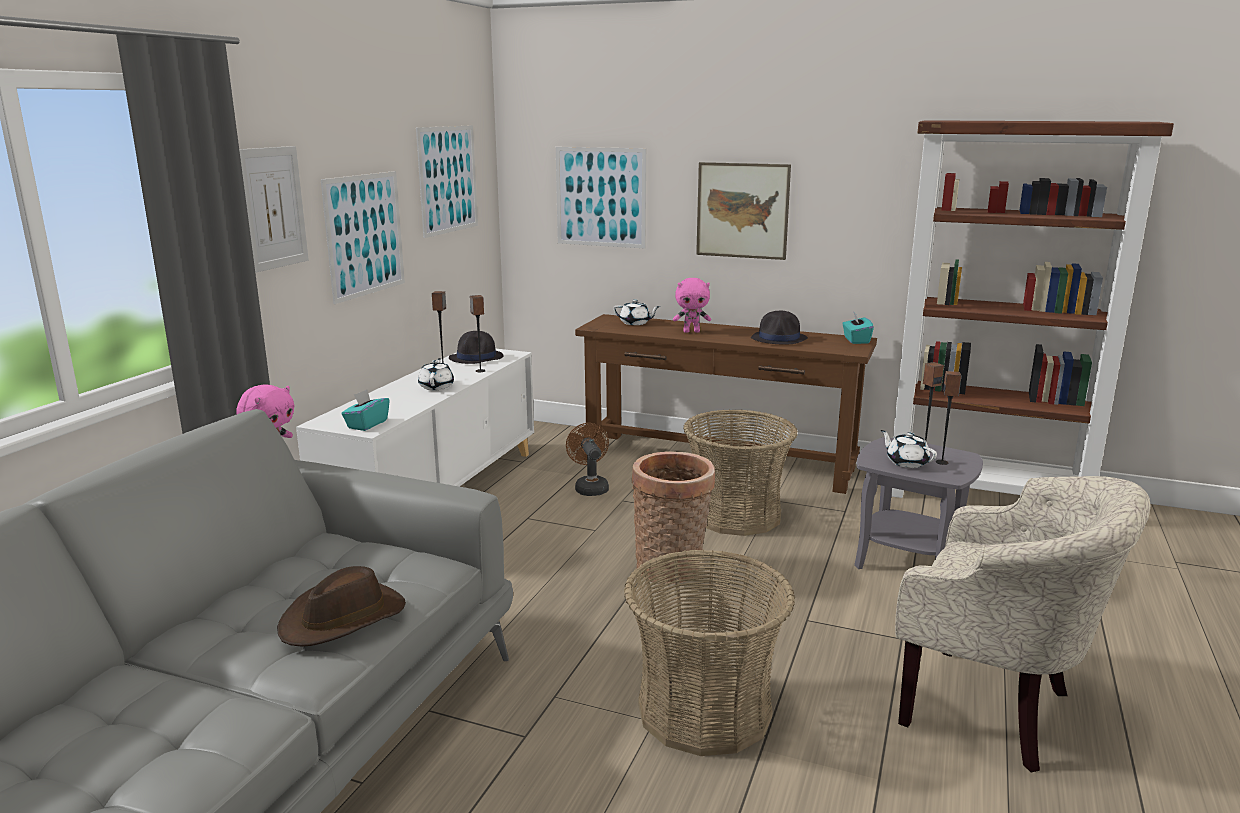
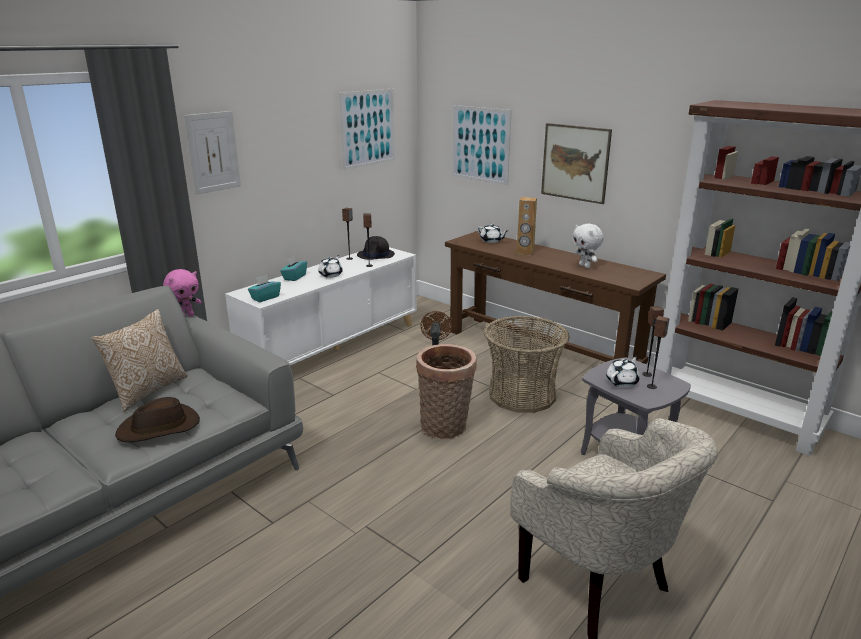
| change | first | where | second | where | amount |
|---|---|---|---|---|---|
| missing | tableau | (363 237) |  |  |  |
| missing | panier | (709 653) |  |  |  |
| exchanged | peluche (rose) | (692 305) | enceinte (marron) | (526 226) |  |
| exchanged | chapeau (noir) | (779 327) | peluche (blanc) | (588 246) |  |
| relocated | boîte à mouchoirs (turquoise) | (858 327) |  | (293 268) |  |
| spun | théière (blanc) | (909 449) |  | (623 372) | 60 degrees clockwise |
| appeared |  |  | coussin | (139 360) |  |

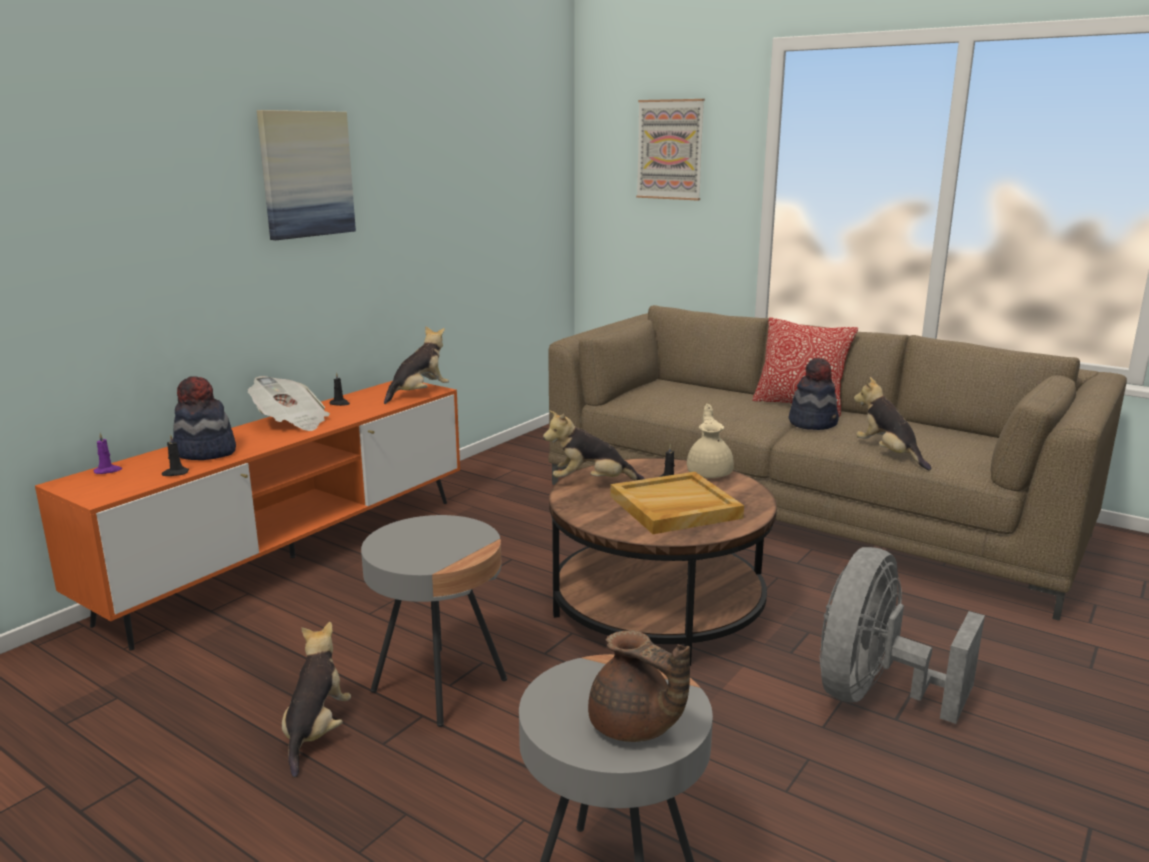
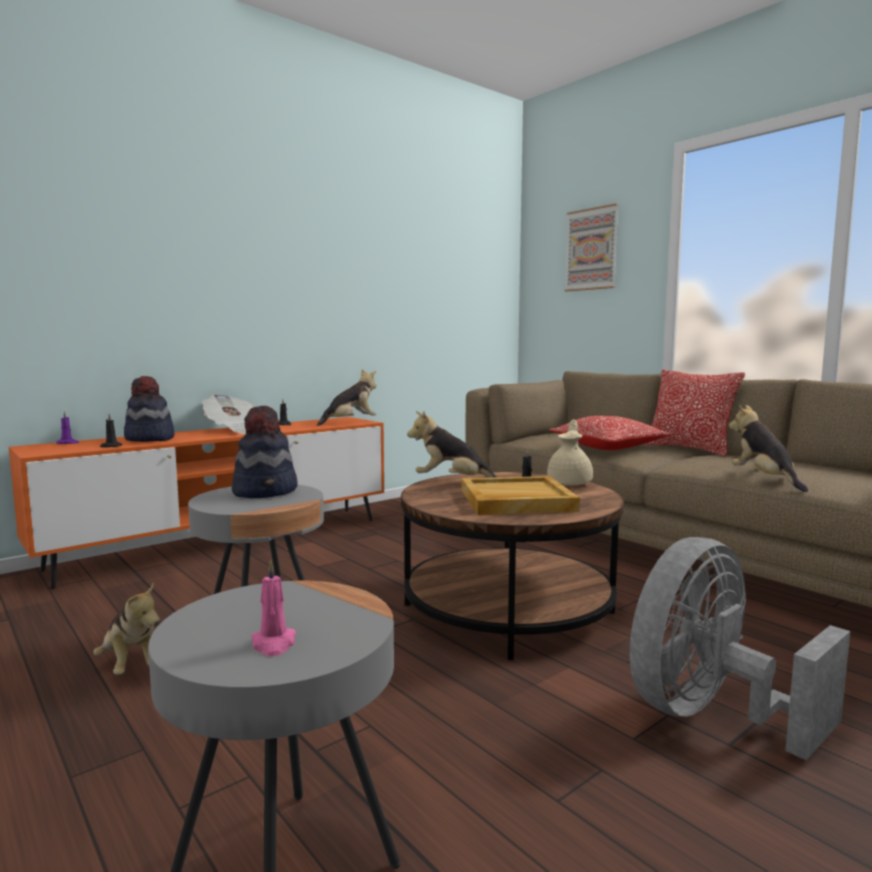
| change | first | where | second | where | amount |
|---|---|---|---|---|---|
| missing | tableau | (306 175) |  |  |  |
| spun | peluche | (316 700) |  | (126 628) | 120 degrees clockwise |
| exchanged | théière (marron) | (639 686) | bougie (rose) | (274 608) |  |
| relocated | chapeau | (814 394) |  | (265 451) |  |
| appeared |  |  | coussin | (611 433) |  |

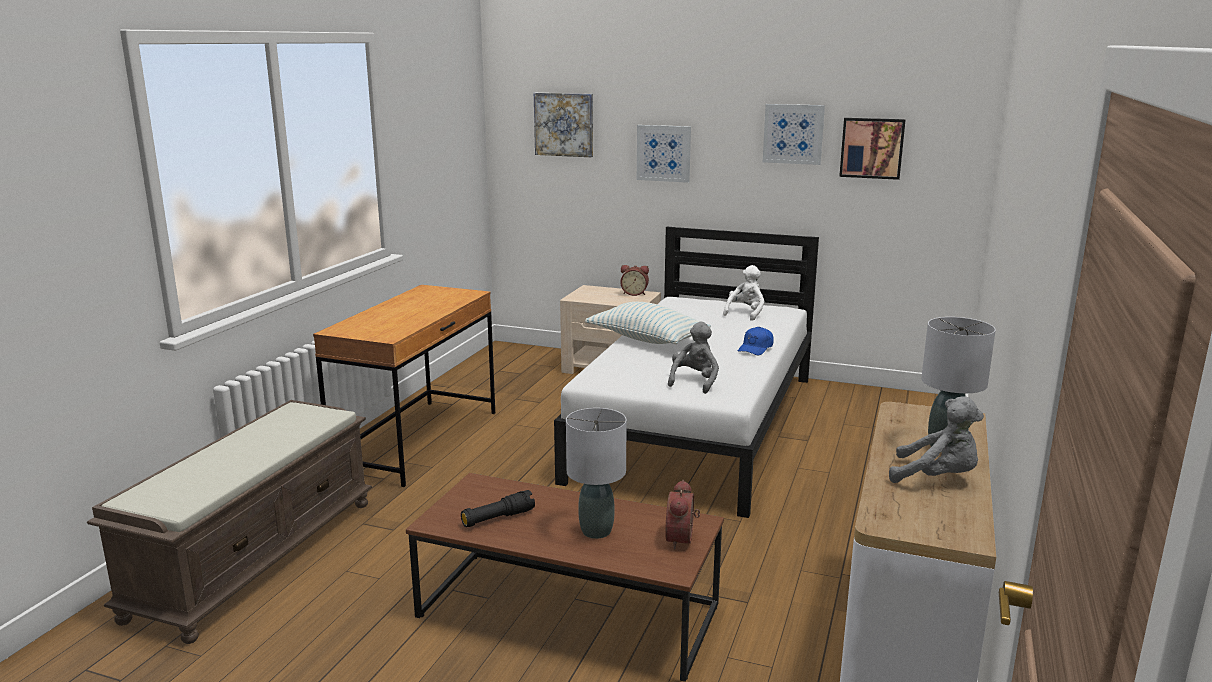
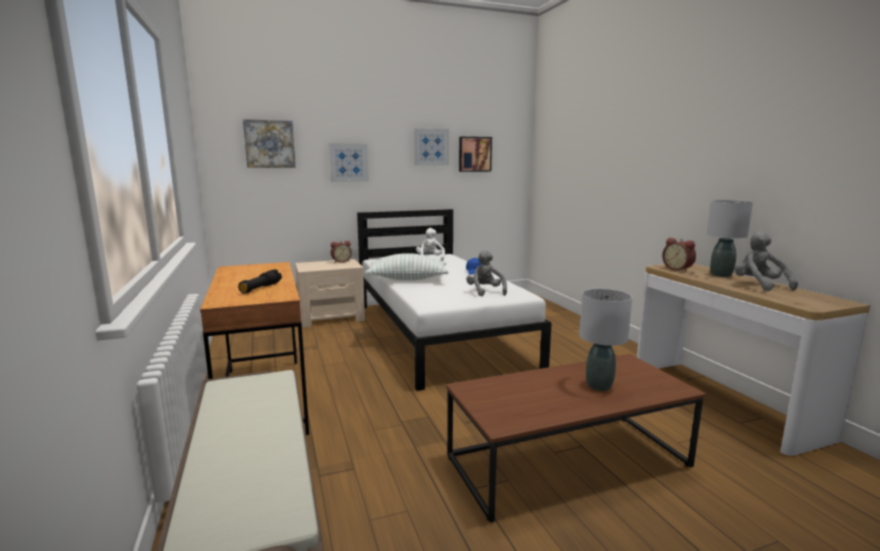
| change | first | where | second | where | amount |
|---|---|---|---|---|---|
| relocated | lampe de poche (noir) | (498 508) |  | (260 281) |  |
| relocated | réveil | (682 515) |  | (679 254) |  |
| spun | peluche (gris) | (936 439) |  | (766 261) | 90 degrees counterclockwise |

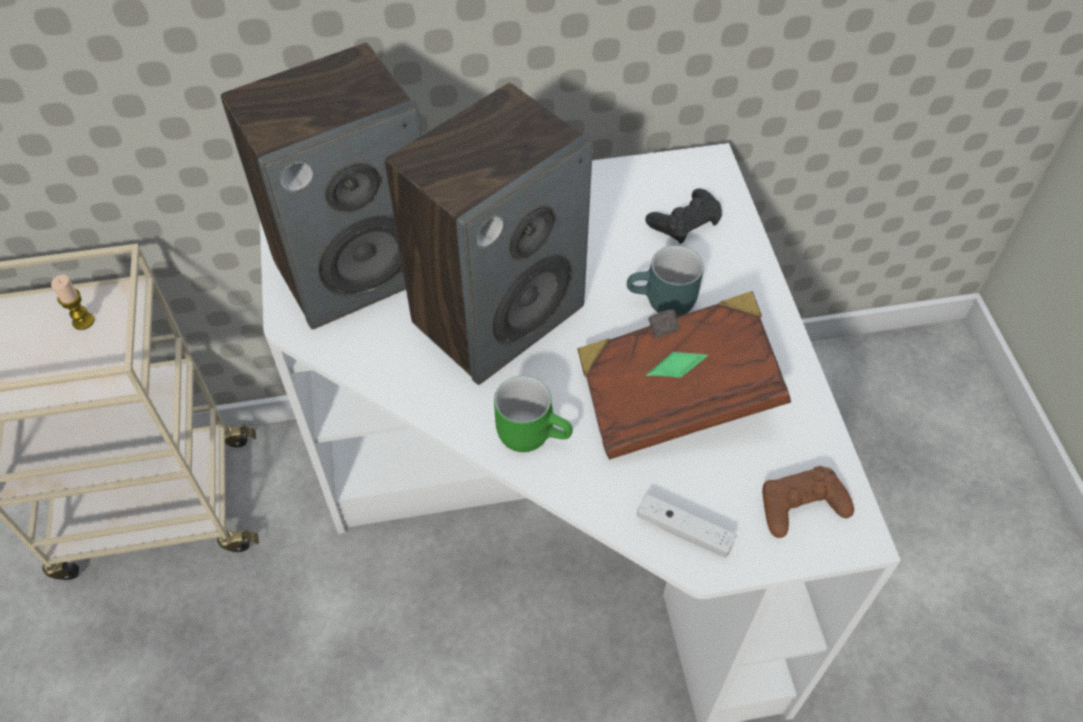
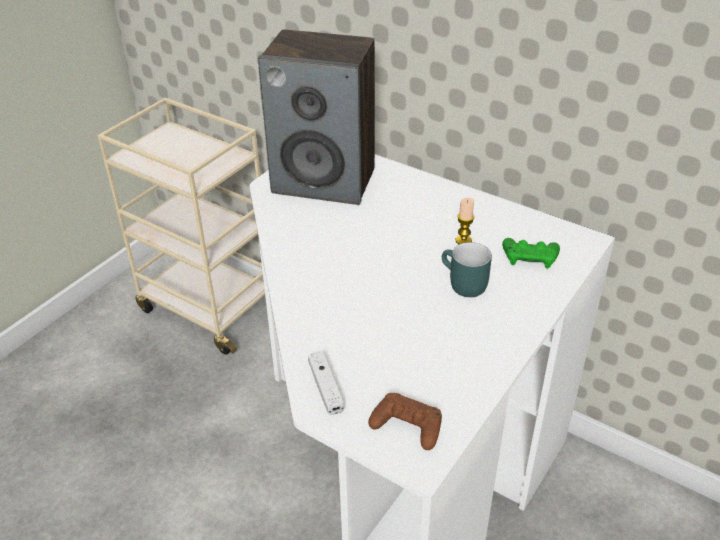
| change | first | where | second | where | amount |
|---|---|---|---|---|---|
| relocated | bougie | (72 302) |  | (465 221) |  |
| missing | enceinte | (489 234) |  |  |  |
| missing | mug (vert) | (533 414) |  |  |  |
| missing | livre (marron) | (684 375) |  |  |  |
| colour | manette (noir) | (683 216) | manette (vert) | (531 253) |  |

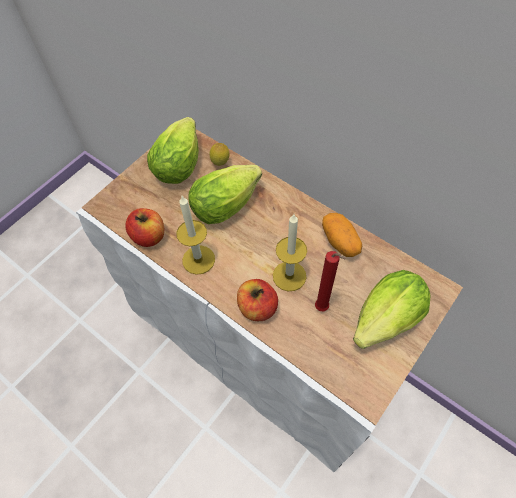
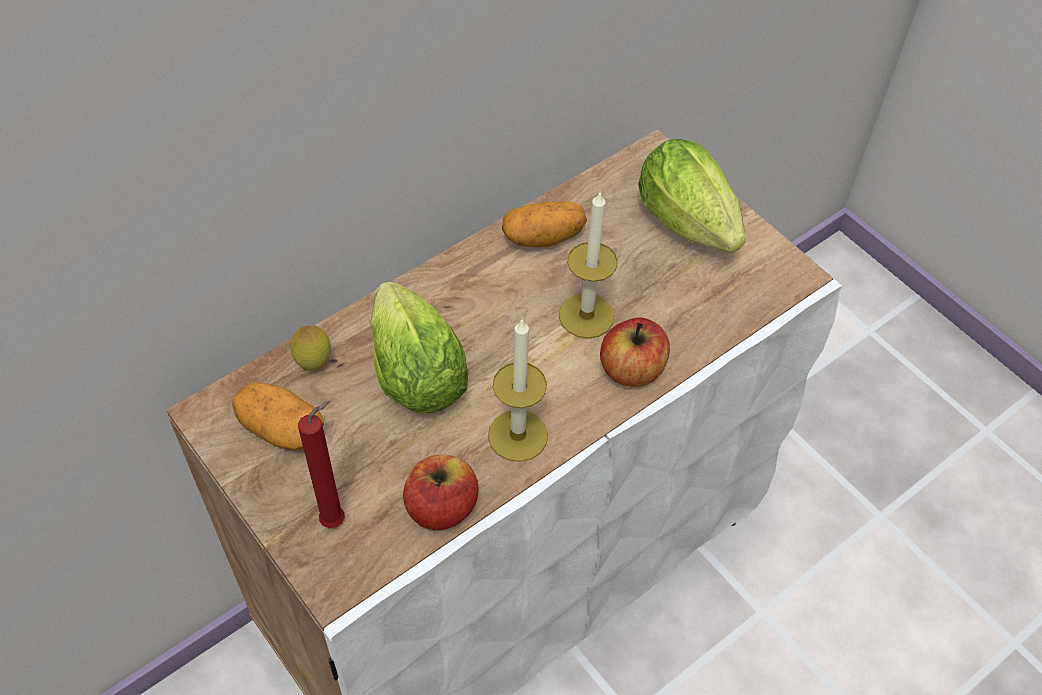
| change | first | where | second | where | amount |
|---|---|---|---|---|---|
| exchanged | laitue | (173 150) | pomme de terre | (278 416) |  |
| relocated | bougie (rouge) | (330 281) |  | (321 464) |  |

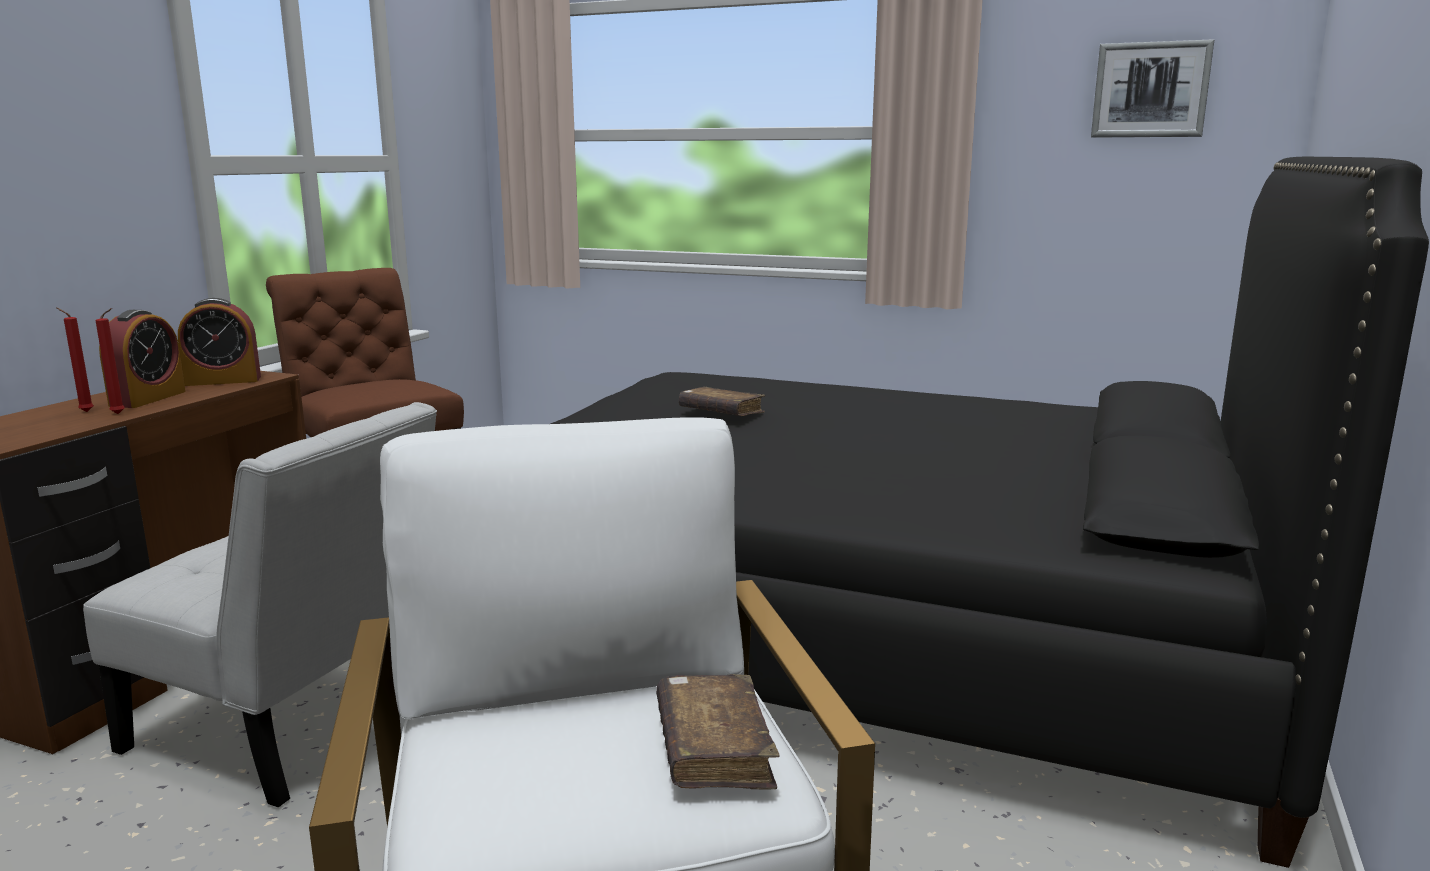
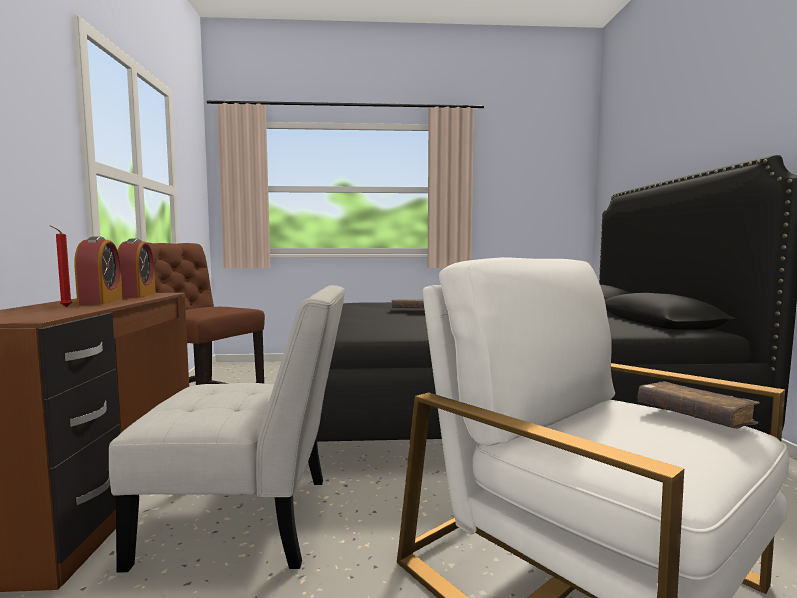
| change | first | where | second | where | amount |
|---|---|---|---|---|---|
| missing | bougie (rouge) | (110 361) |  |  |  |
| spun | réveil | (219 342) |  | (137 268) | 60 degrees counterclockwise |
| missing | tableau | (1152 88) |  |  |  |

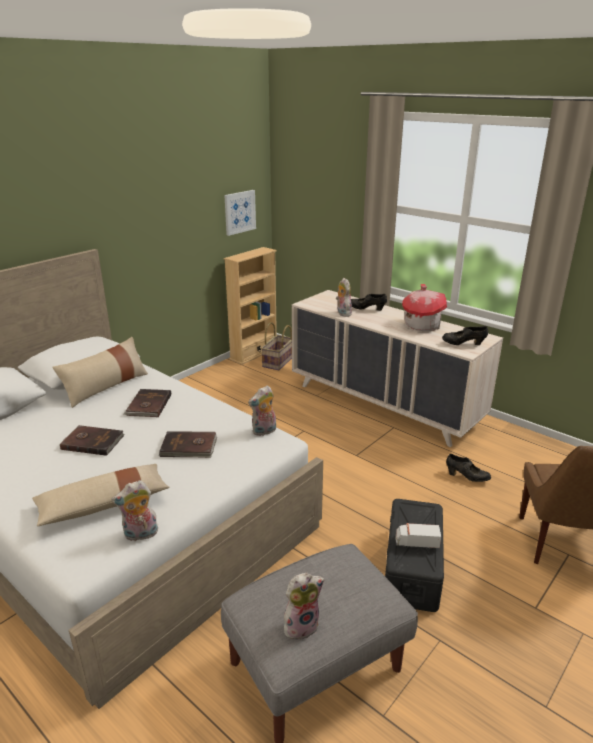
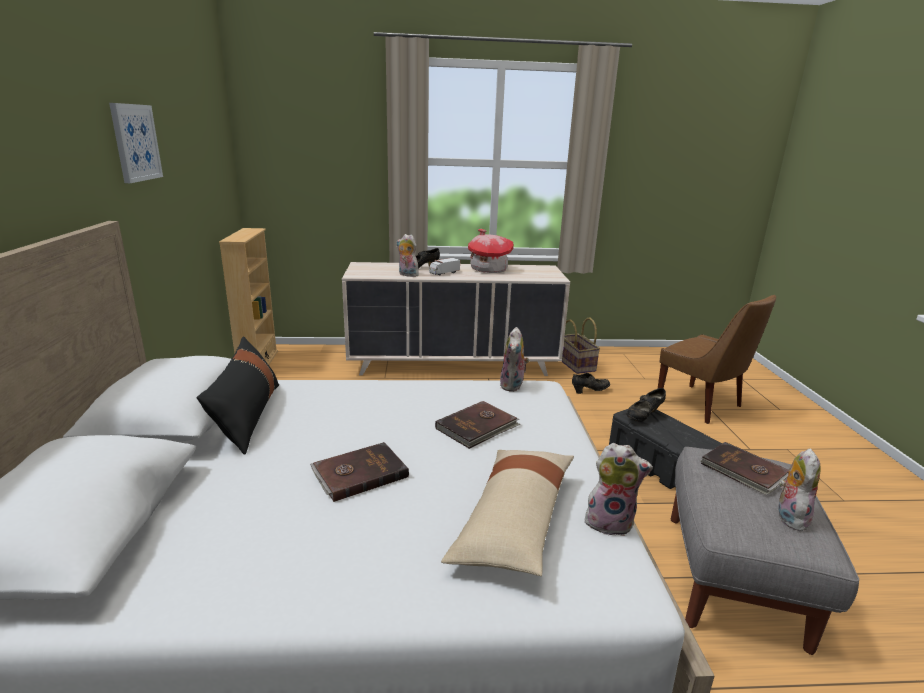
| change | first | where | second | where | amount |
|---|---|---|---|---|---|
| colour | coussin (beige) | (100 372) | coussin (noir) | (237 395) |  |
| spun | peluche | (134 511) |  | (618 489) | 105 degrees counterclockwise |
| relocated | livre (marron) | (147 403) |  | (744 468) |  |
| relocated | tableau | (240 213) |  | (136 143) |  |
| relocated | panier | (276 346) |  | (581 346) |  |
| relocated | camion jouet | (418 536) |  | (444 267) |  |
| relocated | chaussure (noir) | (465 335) |  | (646 405) |  |

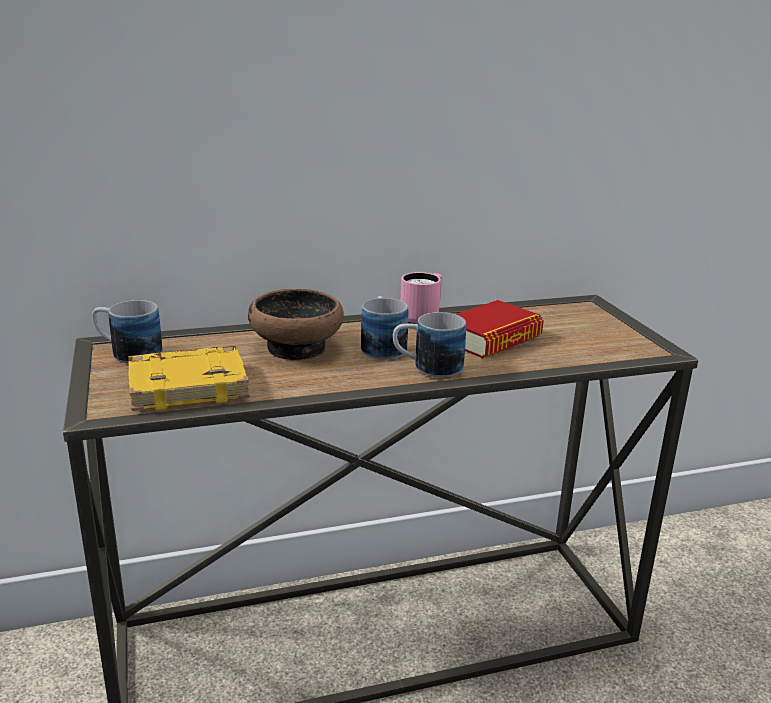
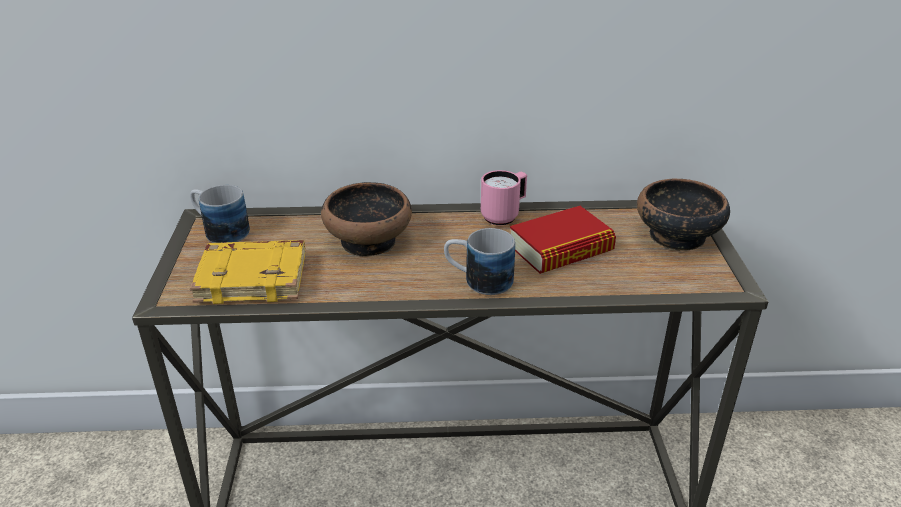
| change | first | where | second | where | amount |
|---|---|---|---|---|---|
| missing | mug | (384 328) |  |  |  |
| appeared |  |  | bol | (683 215) |  |

